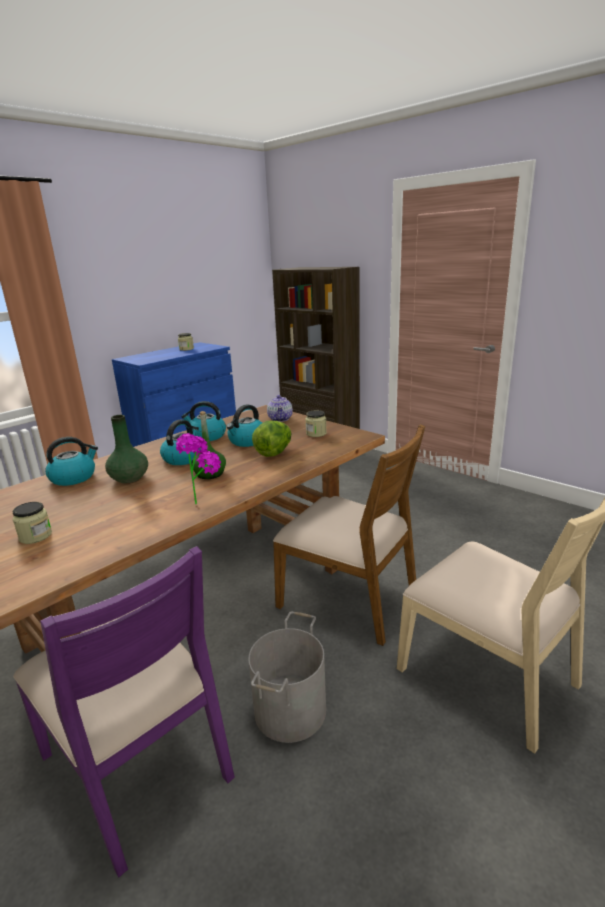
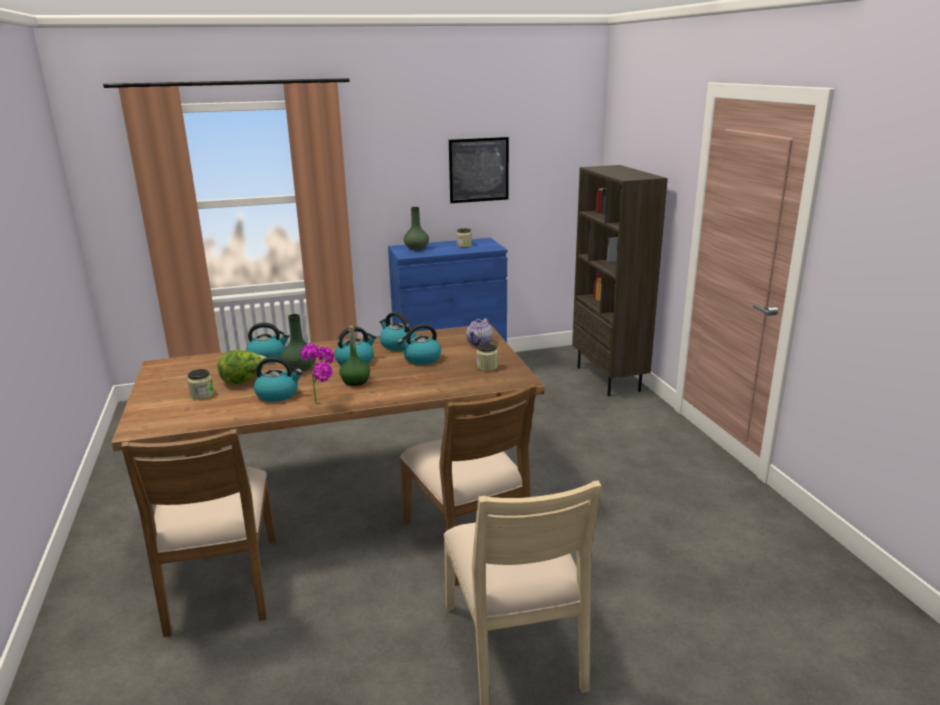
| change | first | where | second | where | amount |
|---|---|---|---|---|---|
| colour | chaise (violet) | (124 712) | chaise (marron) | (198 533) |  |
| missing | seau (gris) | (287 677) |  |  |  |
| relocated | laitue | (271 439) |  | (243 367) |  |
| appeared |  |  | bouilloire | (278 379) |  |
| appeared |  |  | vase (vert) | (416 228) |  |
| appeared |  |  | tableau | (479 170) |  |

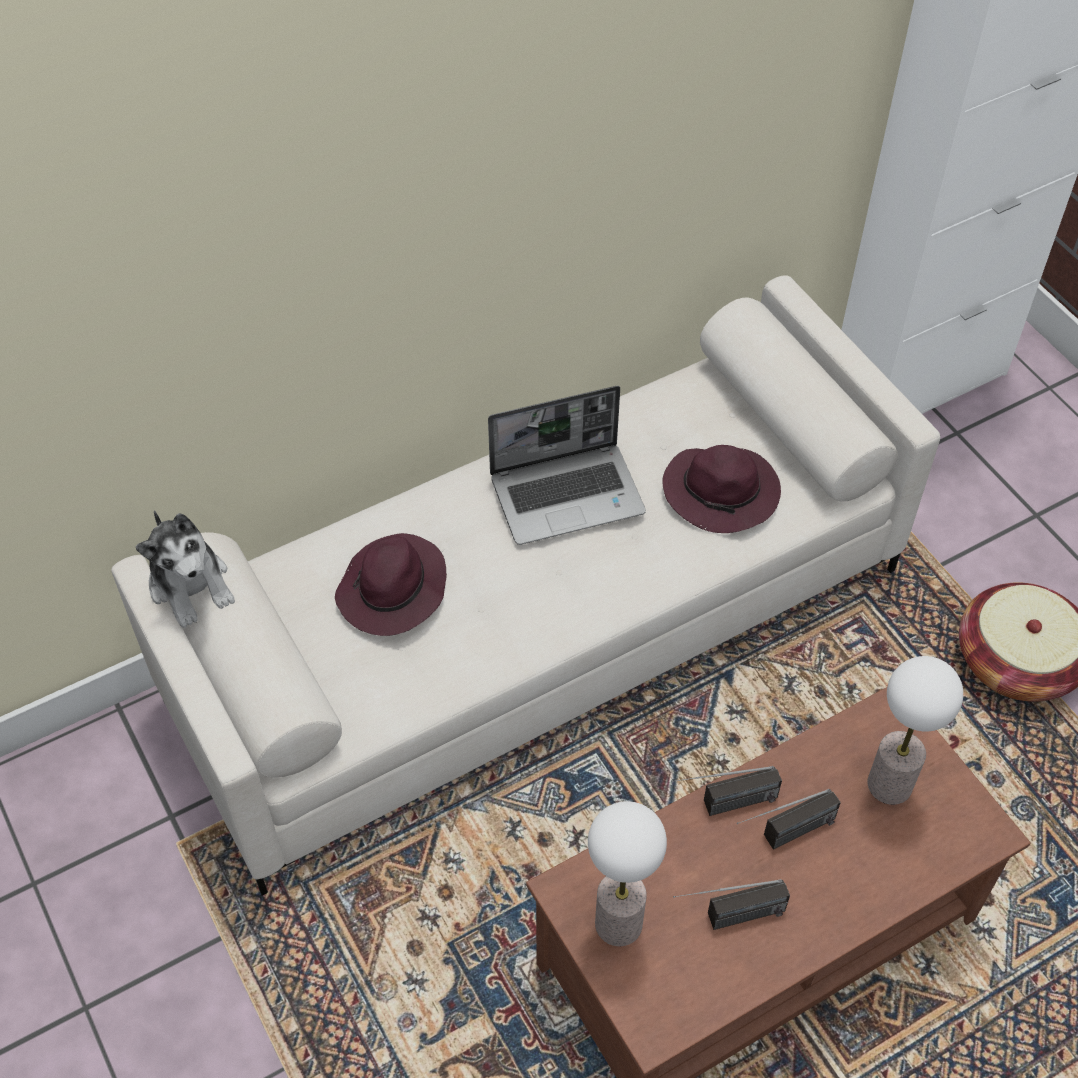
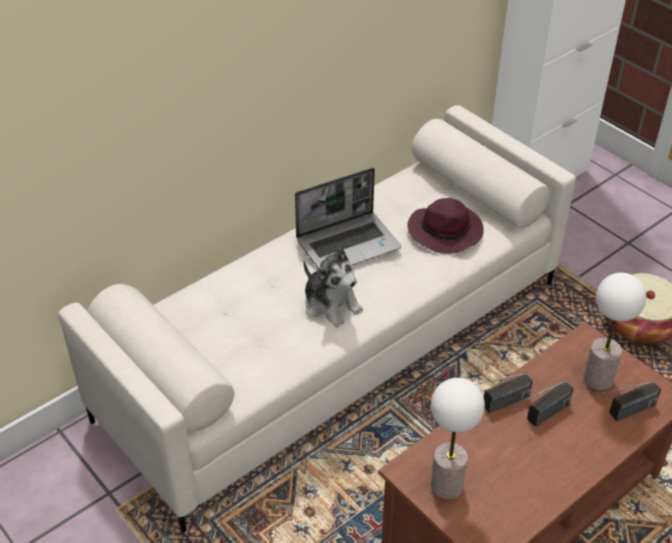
| change | first | where | second | where | amount |
|---|---|---|---|---|---|
| relocated | peluche | (185 569) |  | (333 287) |  |
| missing | chapeau (violet) | (391 584) |  |  |  |
| relocated | radio | (731 904) |  | (628 401) |  |

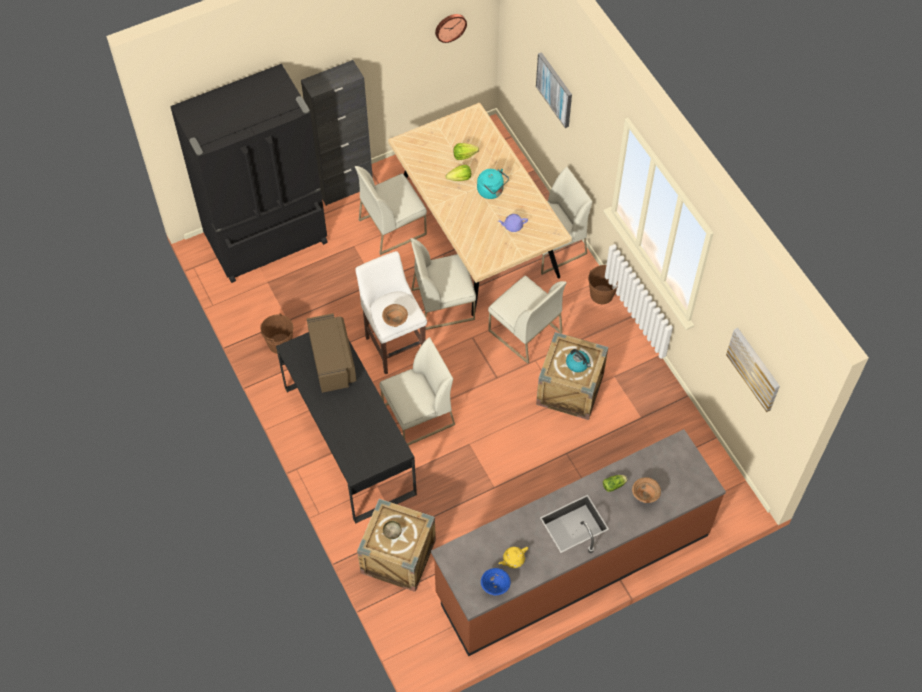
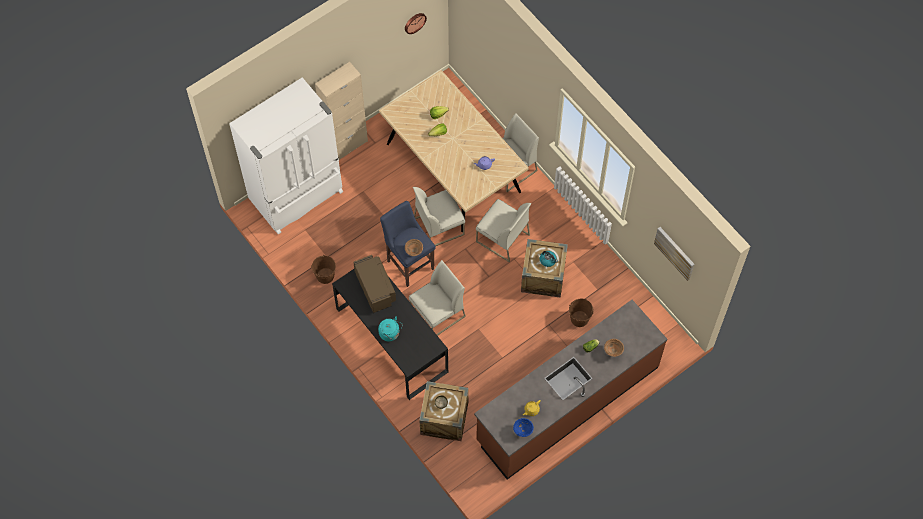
| change | first | where | second | where | amount |
|---|---|---|---|---|---|
| colour | réfrigérateur (noir) | (249 173) | réfrigérateur (blanc) | (286 156) |  |
| colour | meuble de rangement (noir) | (337 133) | meuble de rangement (beige) | (341 111) |  |
| missing | chaise (blanc) | (391 210) |  |  |  |
| colour | tabouret (blanc) | (391 312) | tabouret (bleu) | (408 244) |  |
| relocated | bouilloire (turquoise) | (493 184) |  | (390 328) |  |
| missing | tableau | (554 90) |  |  |  |
| relocated | seau (marron) | (603 284) |  | (581 313) |  |

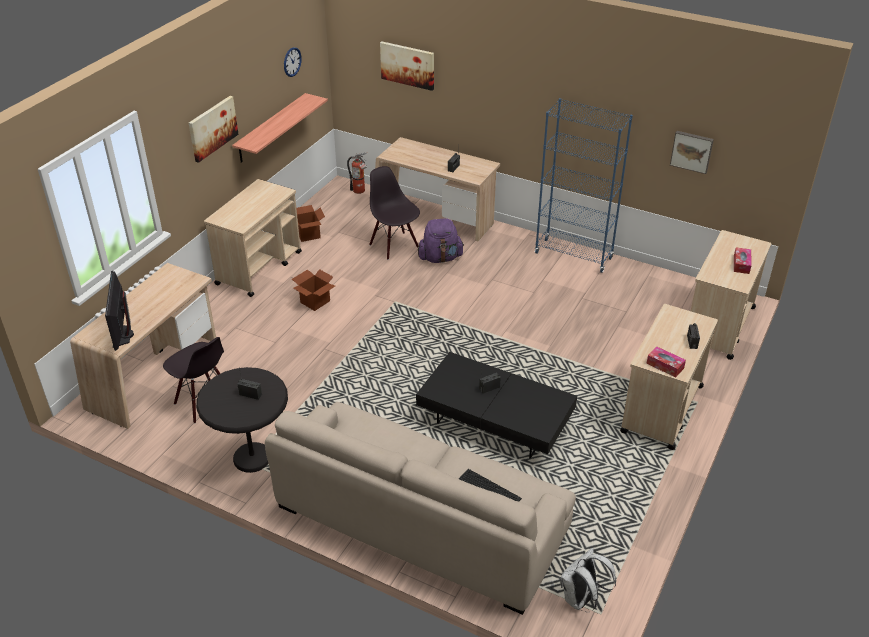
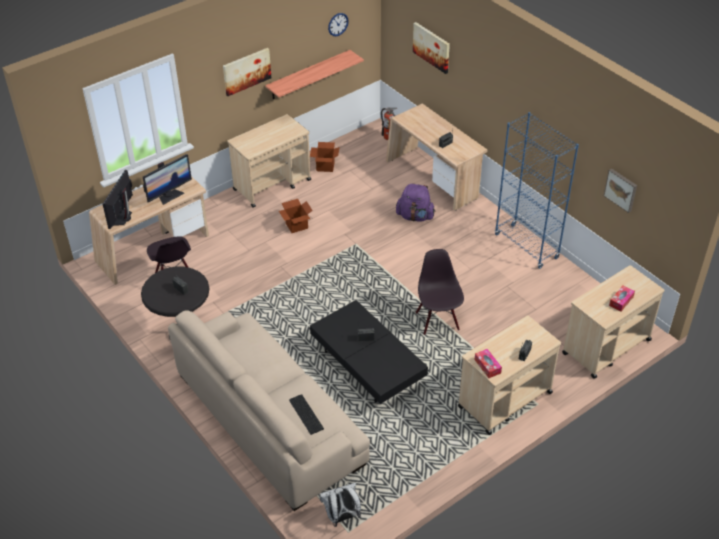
| change | first | where | second | where | amount |
|---|---|---|---|---|---|
| relocated | chaise (noir) | (394 213) |  | (440 292) |  |
| appeared |  |  | écran d'ordinateur | (167 179) |  |

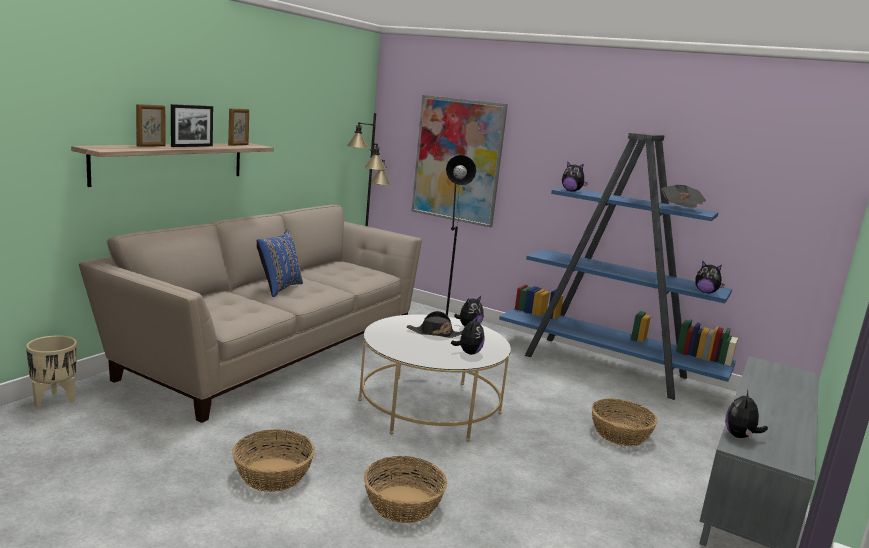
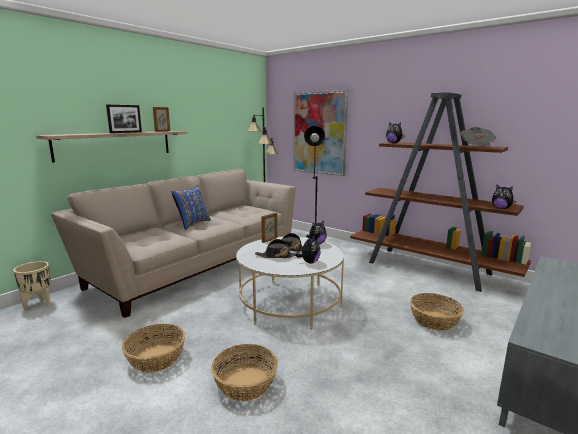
| change | first | where | second | where | amount |
|---|---|---|---|---|---|
| relocated | cadre photo | (150 125) |  | (269 228) |  |
| colour | bibliothèque (bleu) | (618 266) | bibliothèque (marron) | (440 192) |  |
| missing | peluche | (746 414) |  |  |  |
| appeared |  |  | chapeau (noir) | (277 248) |  |

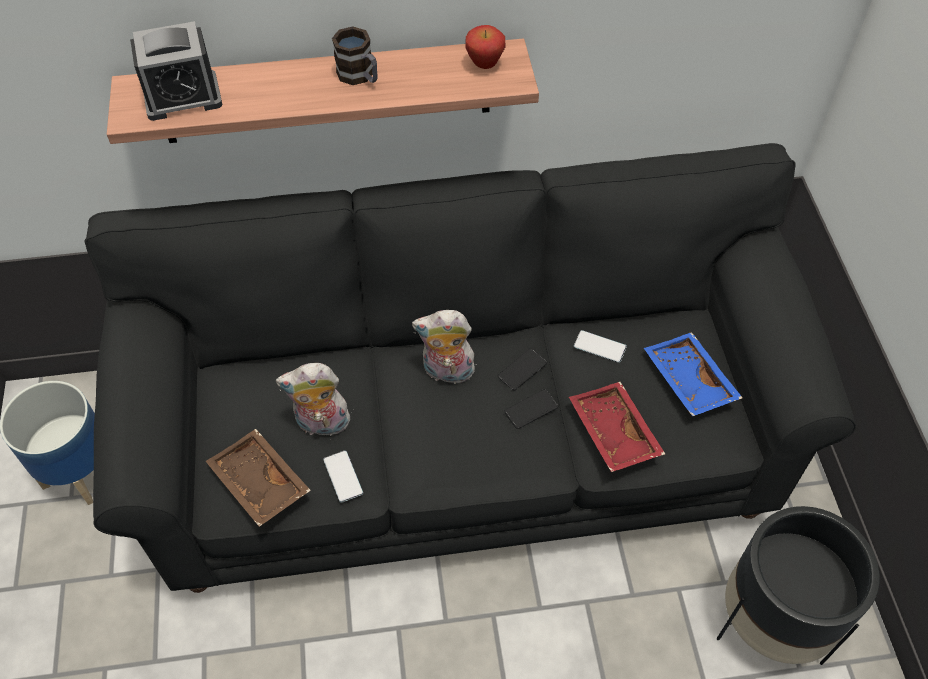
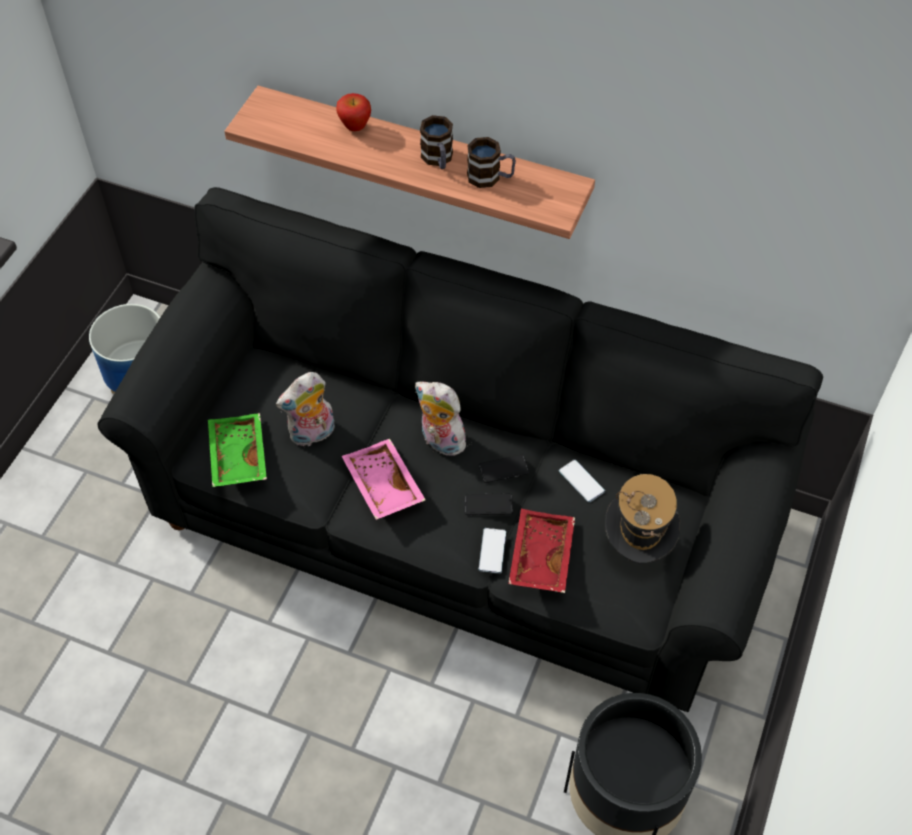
| change | first | where | second | where | amount |
|---|---|---|---|---|---|
| missing | réveil | (176 71) |  |  |  |
| colour | plateau (marron) | (258 478) | plateau (vert) | (237 450) |  |
| spun | peluche | (314 399) |  | (305 409) | 60 degrees counterclockwise |
| relocated | téléphone | (343 477) |  | (492 550) |  |
| relocated | pomme | (485 47) |  | (353 112) |  |
| exchanged | plateau (bleu) | (693 374) | chapeau | (642 519) |  |
| appeared |  |  | plateau (rose) | (384 479) |  |
| appeared |  |  | mug | (491 162) |  |

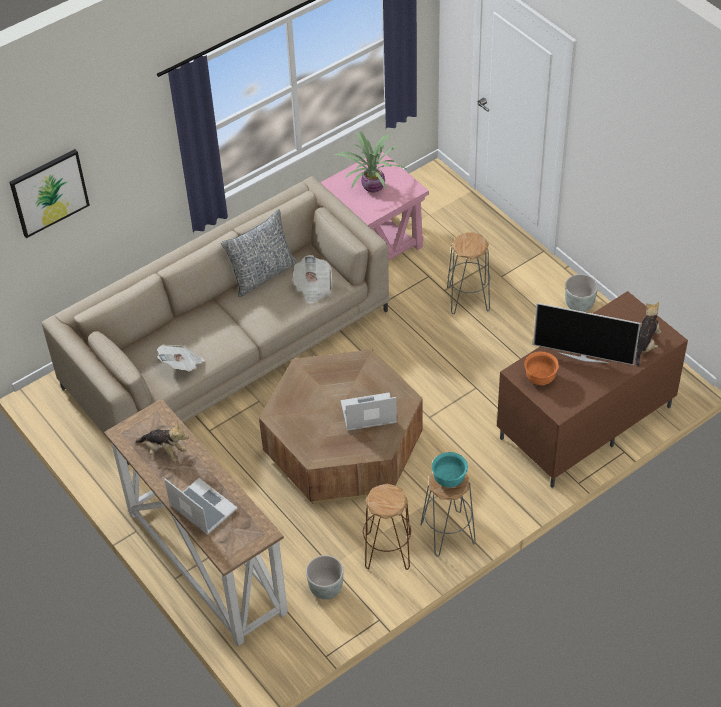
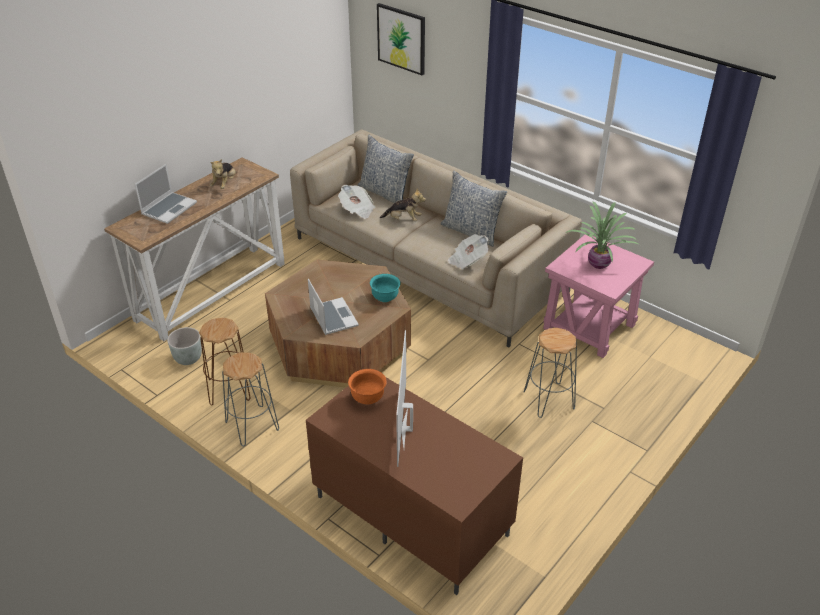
| change | first | where | second | where | amount |
|---|---|---|---|---|---|
| relocated | bol (turquoise) | (450 469) |  | (385 288) |  |
| missing | cache-pot (gris) | (581 293) |  |  |  |
| relocated | peluche | (648 334) |  | (403 205) |  |
| appeared |  |  | coussin | (386 169) |  |

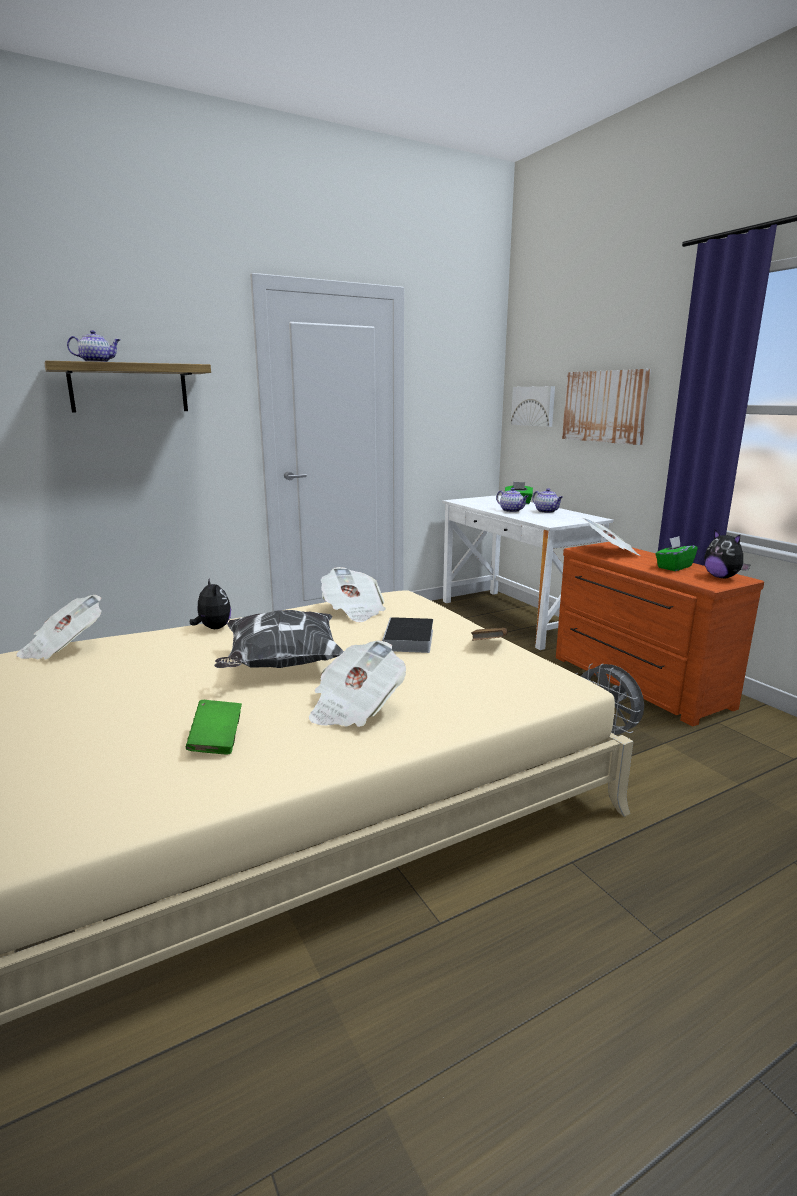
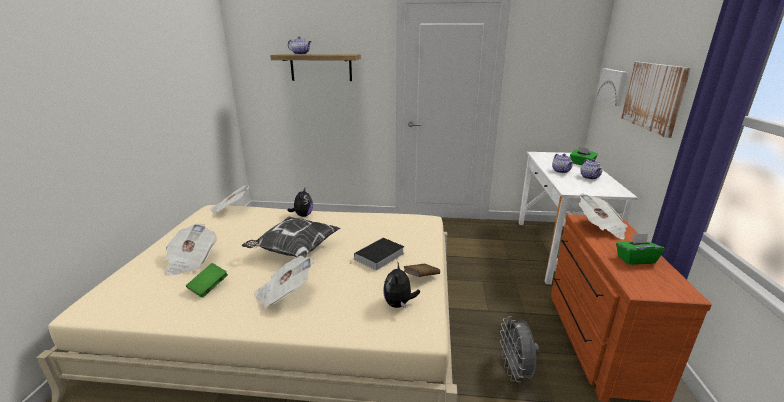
| change | first | where | second | where | amount |
|---|---|---|---|---|---|
| relocated | journal | (353 595) |  | (190 249) |  |
| relocated | peluche | (727 554) |  | (401 285) |  |

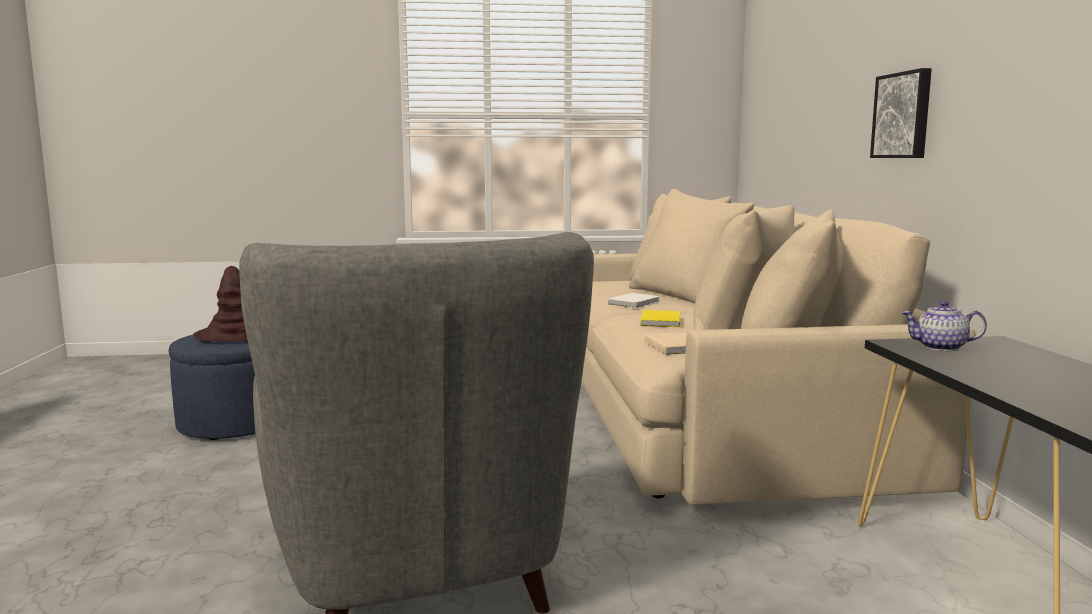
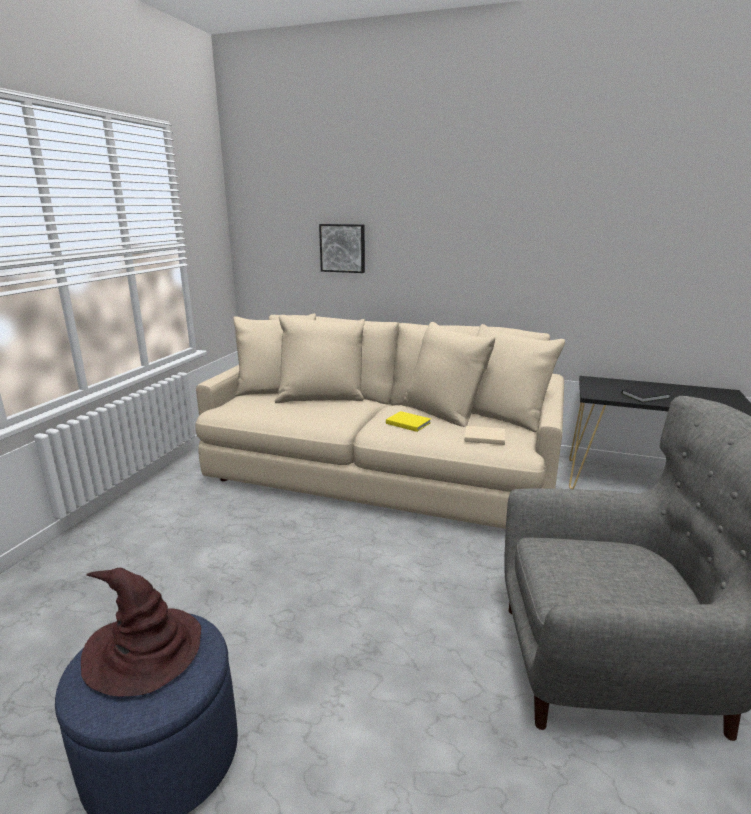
| change | first | where | second | where | amount |
|---|---|---|---|---|---|
| missing | livre (blanc) | (634 300) |  |  |  |
| relocated | tableau | (901 113) |  | (342 248) |  |
| missing | théière | (944 326) |  |  |  |
| appeared |  |  | livre (noir) | (646 394) |  |

